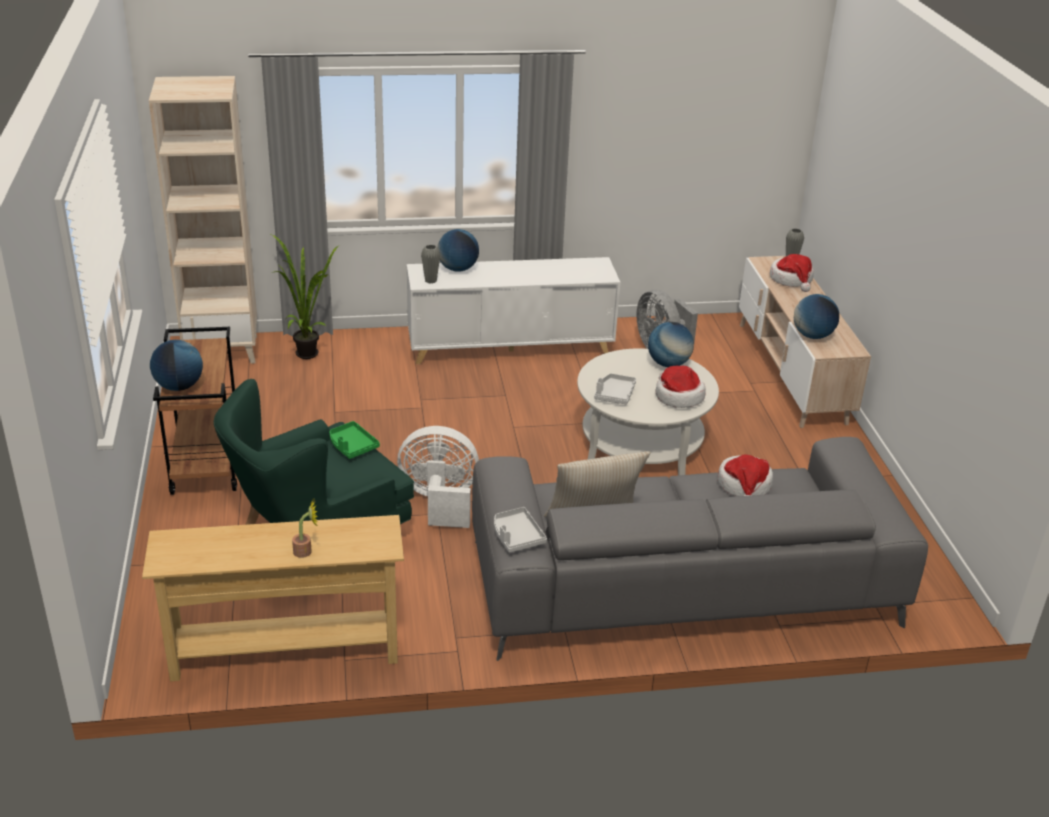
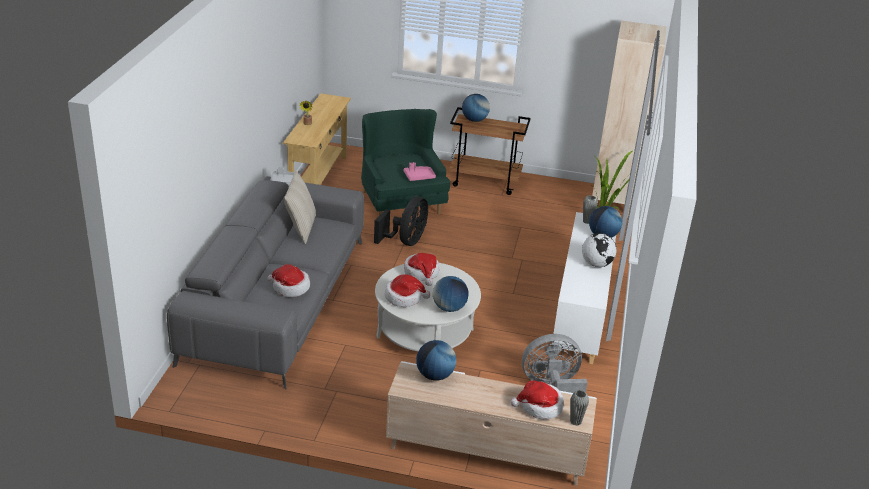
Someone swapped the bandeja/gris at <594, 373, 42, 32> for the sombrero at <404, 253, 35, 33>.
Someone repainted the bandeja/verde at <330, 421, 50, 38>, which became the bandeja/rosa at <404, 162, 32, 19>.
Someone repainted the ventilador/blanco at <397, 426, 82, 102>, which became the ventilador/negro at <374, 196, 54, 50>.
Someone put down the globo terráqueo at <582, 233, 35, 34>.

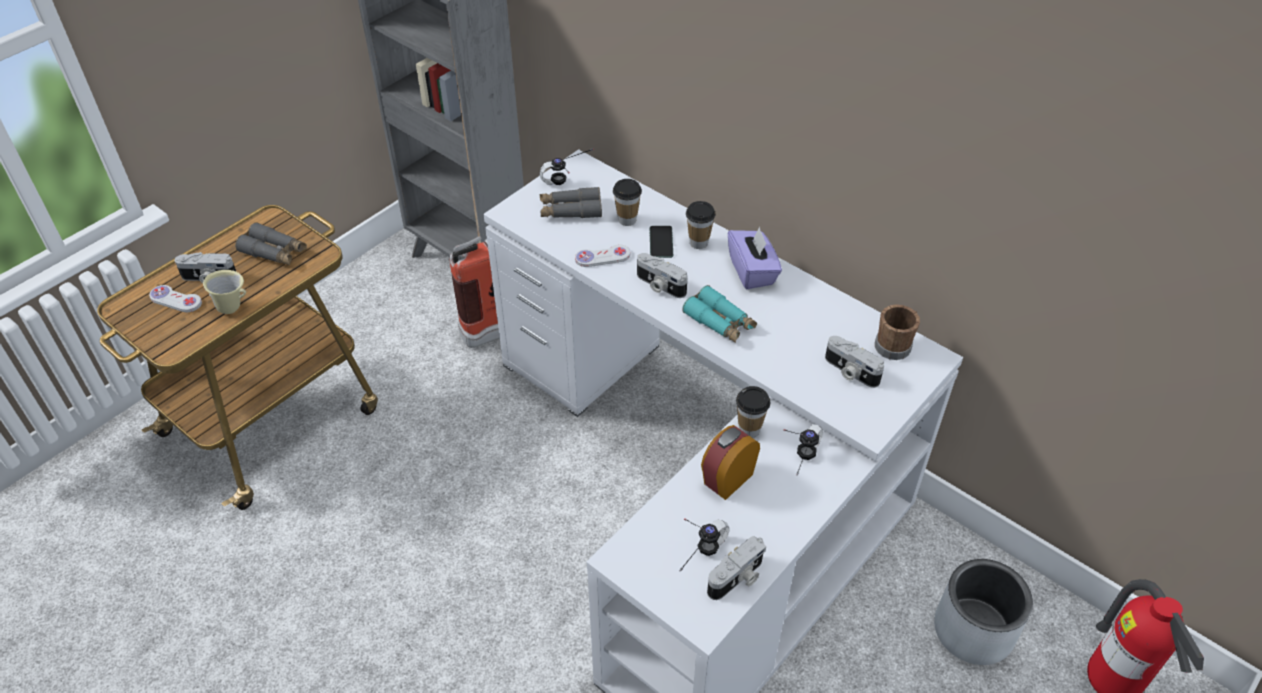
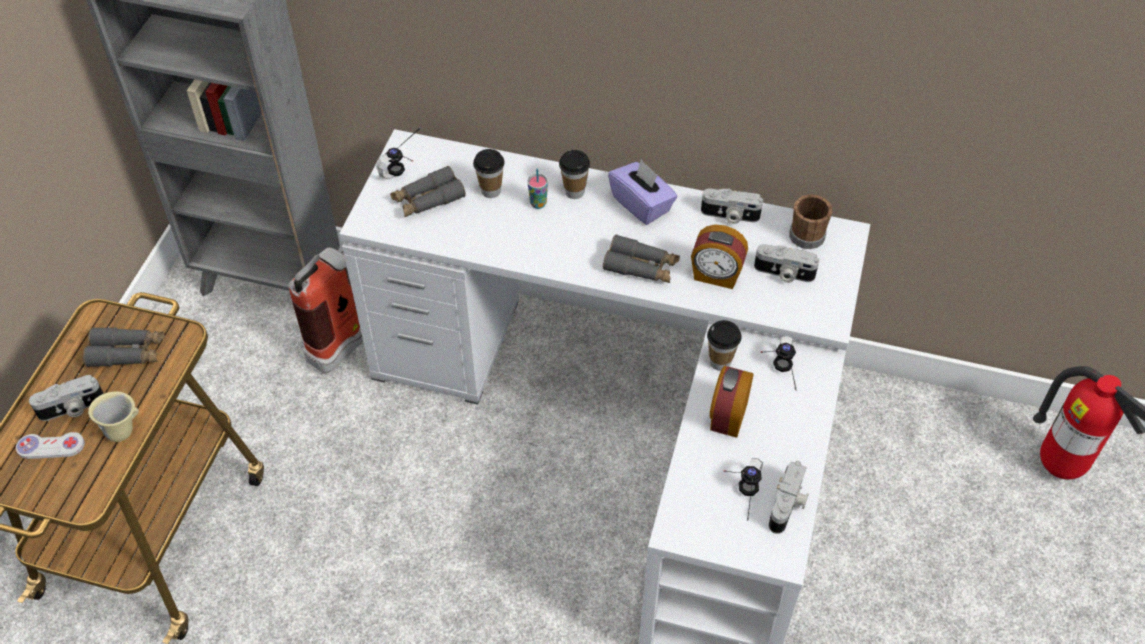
Someone swapped the móvil at <649, 226, 24, 32> for the taza at <527, 169, 21, 40>.
Someone took away the mando de consola/blanco at <575, 245, 55, 22>.
Someone carried the cámara from <637, 253, 51, 45> to <701, 188, 62, 36>.
Someone repainted the prismáticos/turquesa at <682, 285, 75, 58>, which became the prismáticos/gris at <603, 234, 77, 49>.
Someone took away the maceta/gris at <934, 559, 99, 106>.
Someone put down the despertador at <691, 225, 57, 64>.

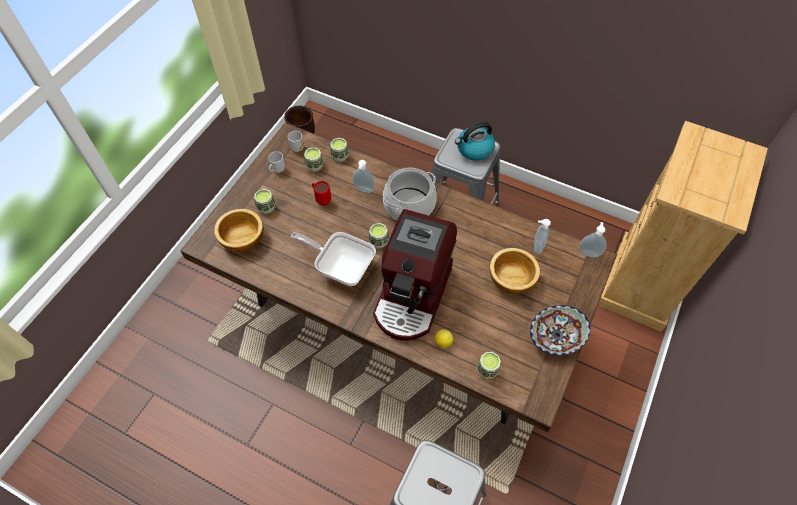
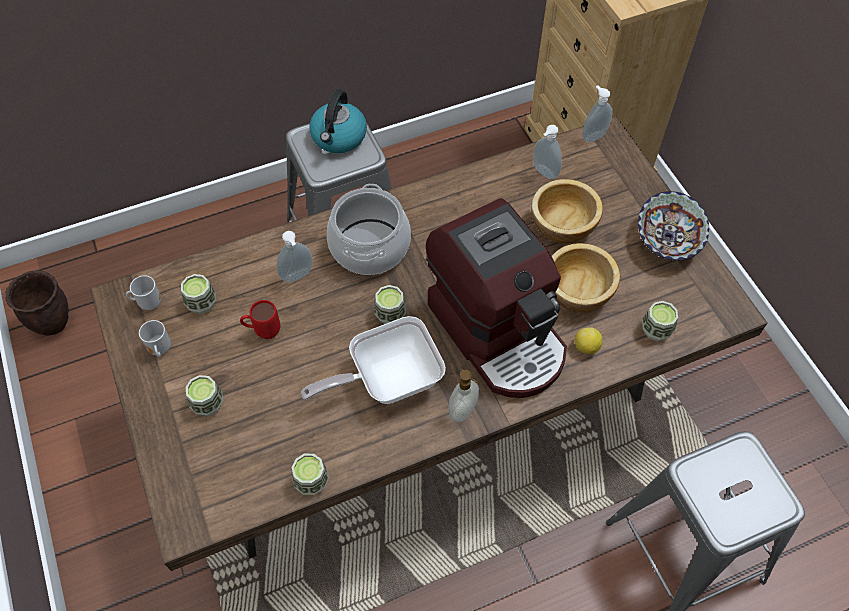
Someone carried the taza from <331, 138, 18, 24> to <292, 454, 37, 41>.
Someone carried the cuenco from <214, 209, 49, 44> to <551, 243, 69, 69>.
Someone put down the dispensador de jabón at <448, 370, 32, 52>.

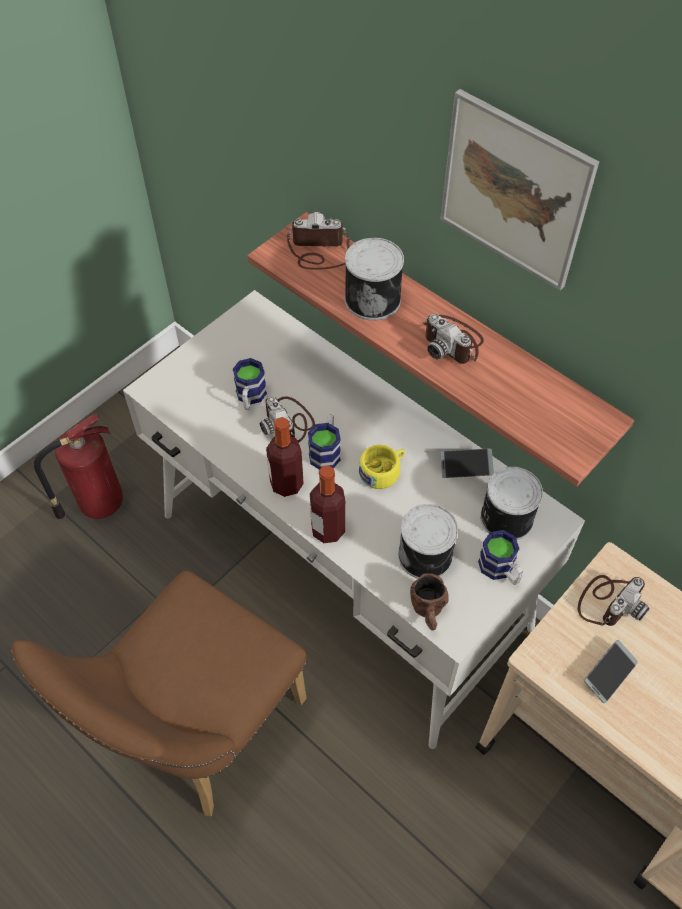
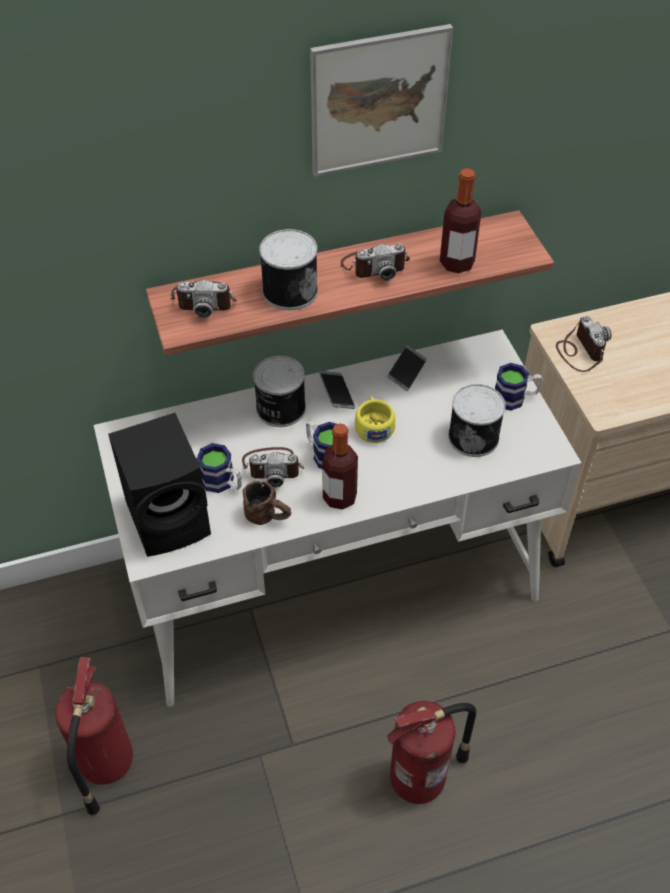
Someone rotated the cámara at <287, 211, 63, 59> by 120 degrees counterclockwise.
Someone carried the botella from <310, 465, 35, 78> to <440, 168, 41, 106>.
Someone carried the lata from <480, 467, 63, 73> to <253, 356, 53, 71>.
Someone swapped the silla/marrón at <11, 571, 295, 245> for the extintor at <387, 701, 89, 103>.
Someone carried the taza grande/marrón from <410, 573, 39, 57> to <243, 481, 48, 44>.
Someone carried the móvil from <584, 640, 54, 63> to <319, 371, 36, 38>.
Someone put down the altavoz/negro at <108, 413, 103, 144>.

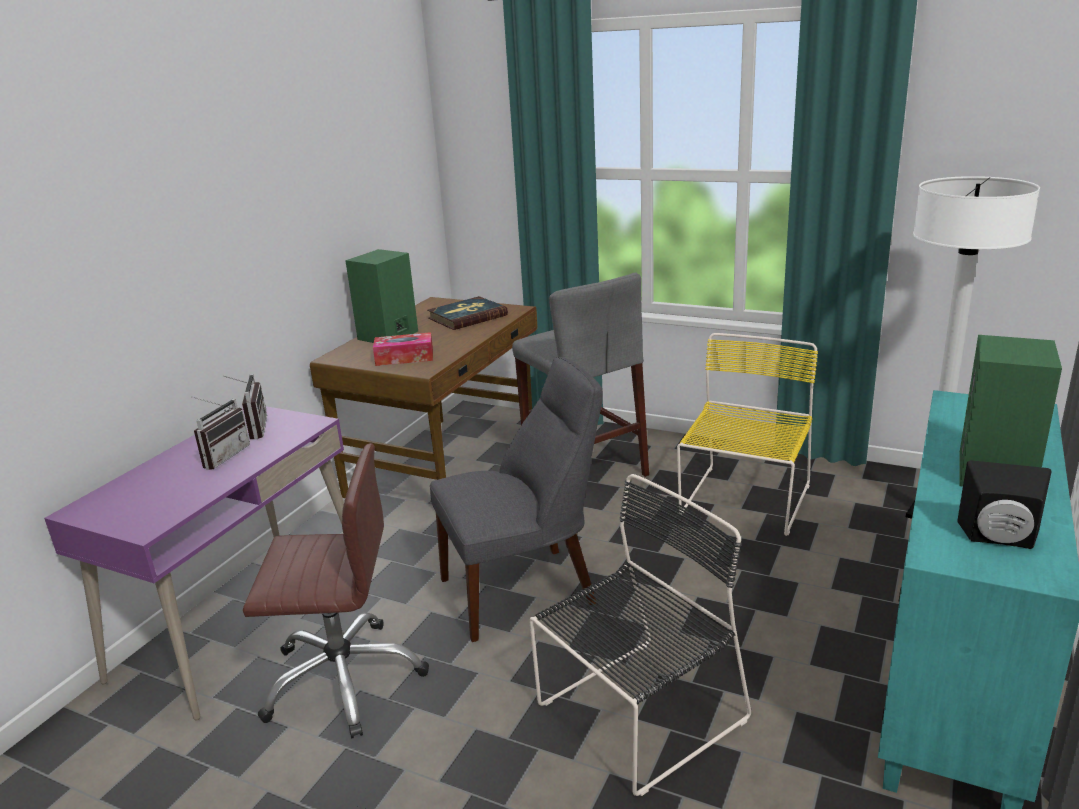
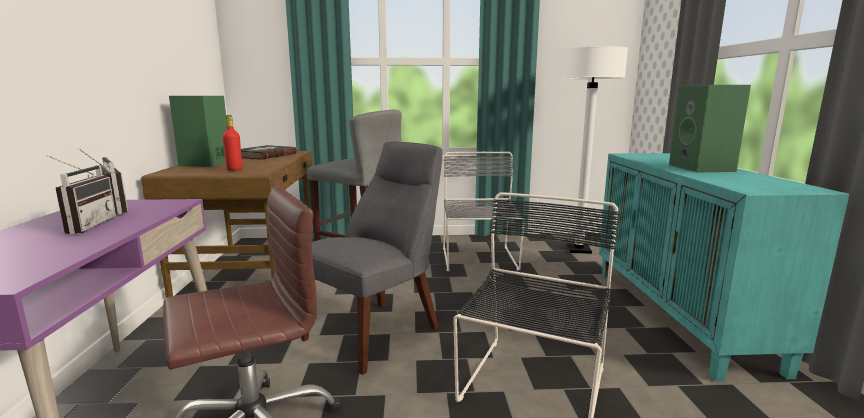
Someone swapped the caja de pañuelos at <373, 332, 60, 34> for the botella/rojo at <222, 115, 20, 56>.
Someone repainted the silla/amarillo at <677, 333, 141, 203>, which became the silla/gris at <443, 152, 81, 119>.
Someone took away the altavoz/negro at <957, 460, 95, 89>.

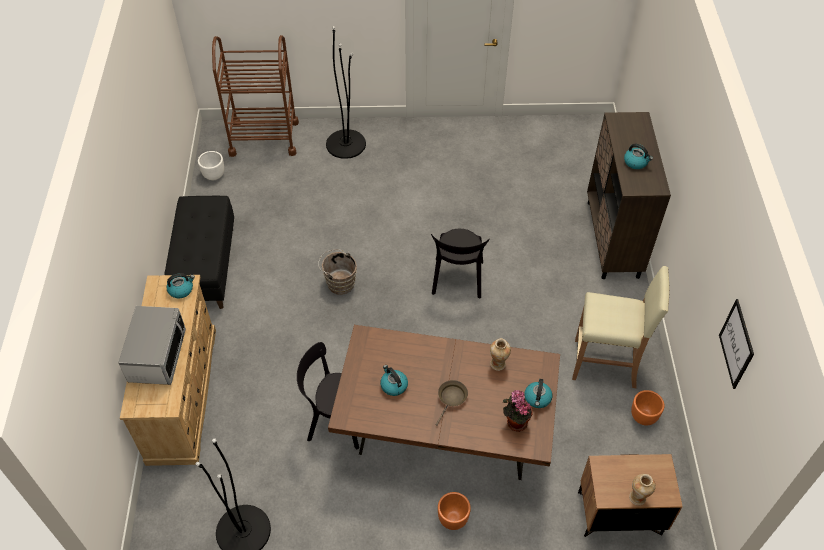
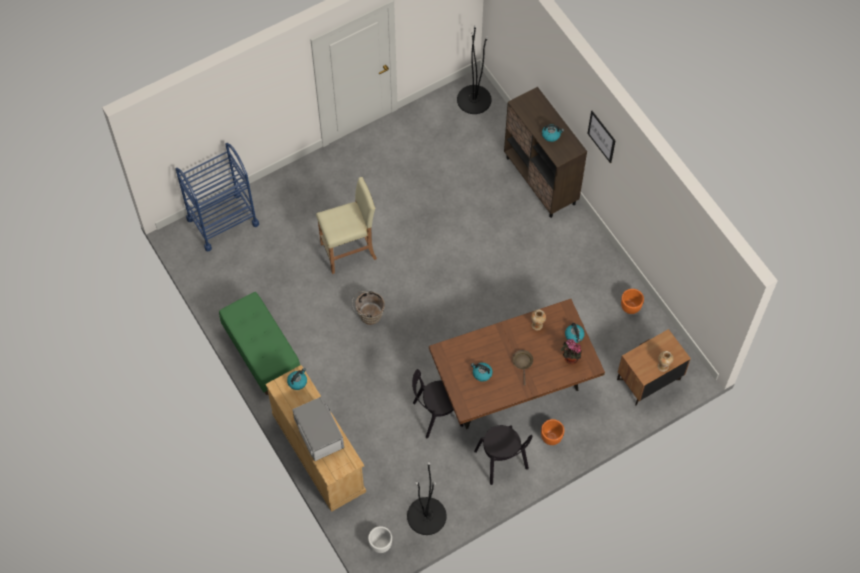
Someone carried the lámpara de pie/negro from <326, 26, 40, 133> to <457, 25, 34, 89>.
Someone repainted the carrito/marrón at <212, 35, 87, 122>, which became the carrito/azul at <176, 143, 83, 109>.
Someone carried the maceta/blanco from <198, 151, 26, 29> to <368, 526, 24, 27>.
Someone repainted the banco/negro at <164, 196, 70, 113>, which became the banco/verde at <219, 292, 81, 103>.
Someone carried the silla/negro from <431, 229, 59, 69> to <474, 425, 58, 60>.
Someone carried the taburete/beis from <572, 266, 97, 122> to <316, 177, 61, 97>.
Someone carried the cuadro from <719, 299, 35, 90> to <587, 111, 29, 52>.

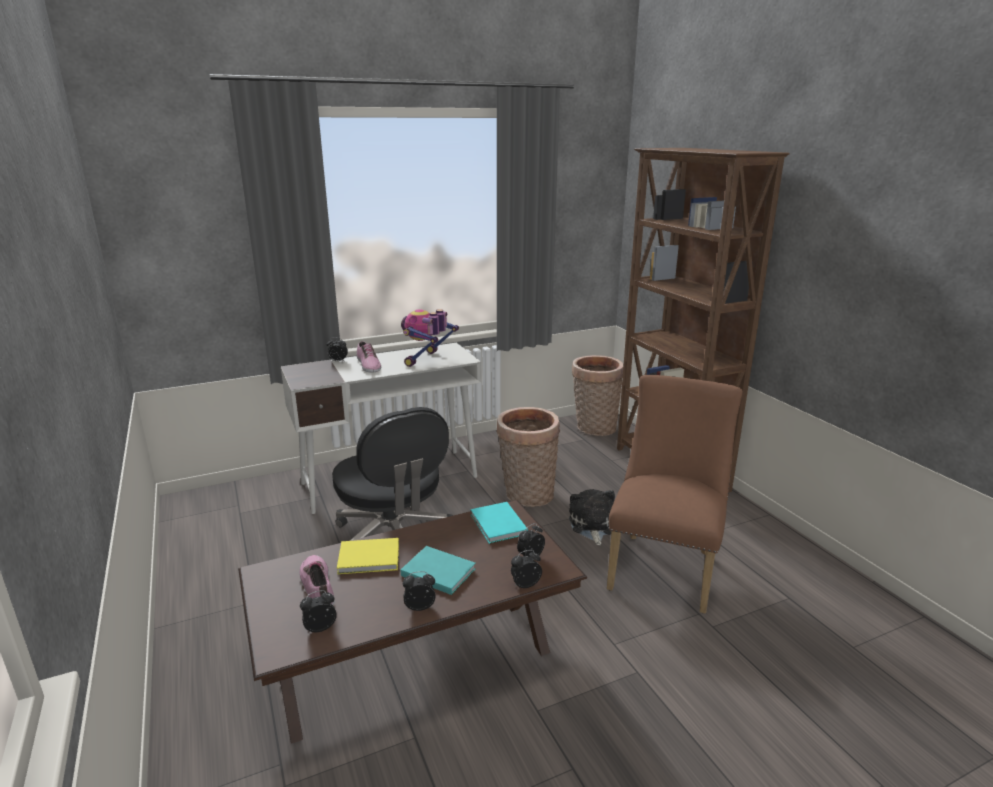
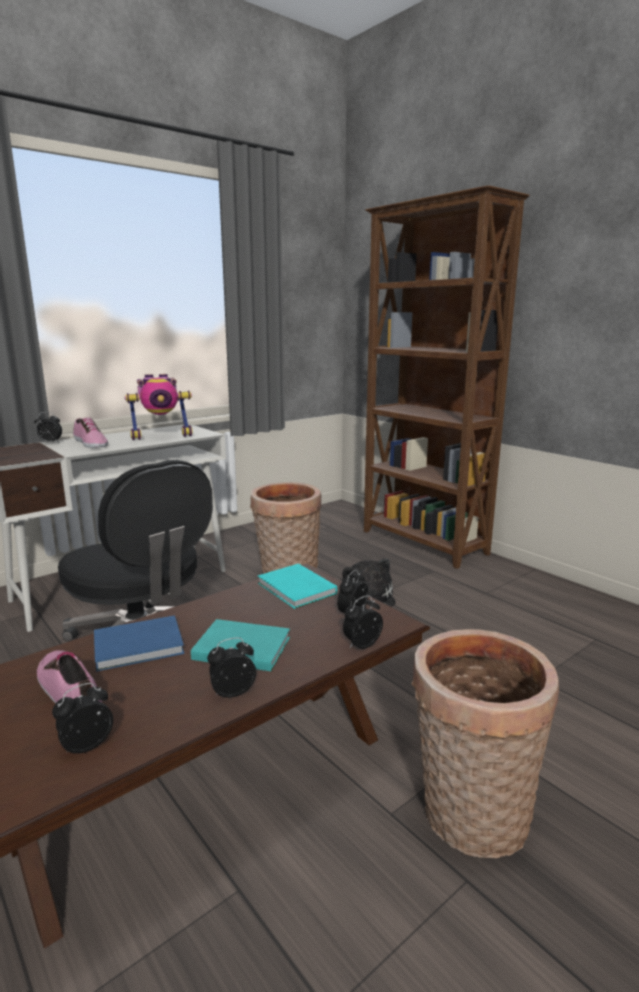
Someone rotated the robot de juguete at <401, 309, 58, 58> by 120 degrees counterclockwise.
Someone carried the cesta from <572, 355, 51, 81> to <411, 629, 148, 229>.
Someone took away the silla/marrón at <607, 375, 136, 239>.
Someone repainted the libro/amarillo at <337, 538, 62, 36>, which became the libro/azul at <94, 615, 90, 56>.

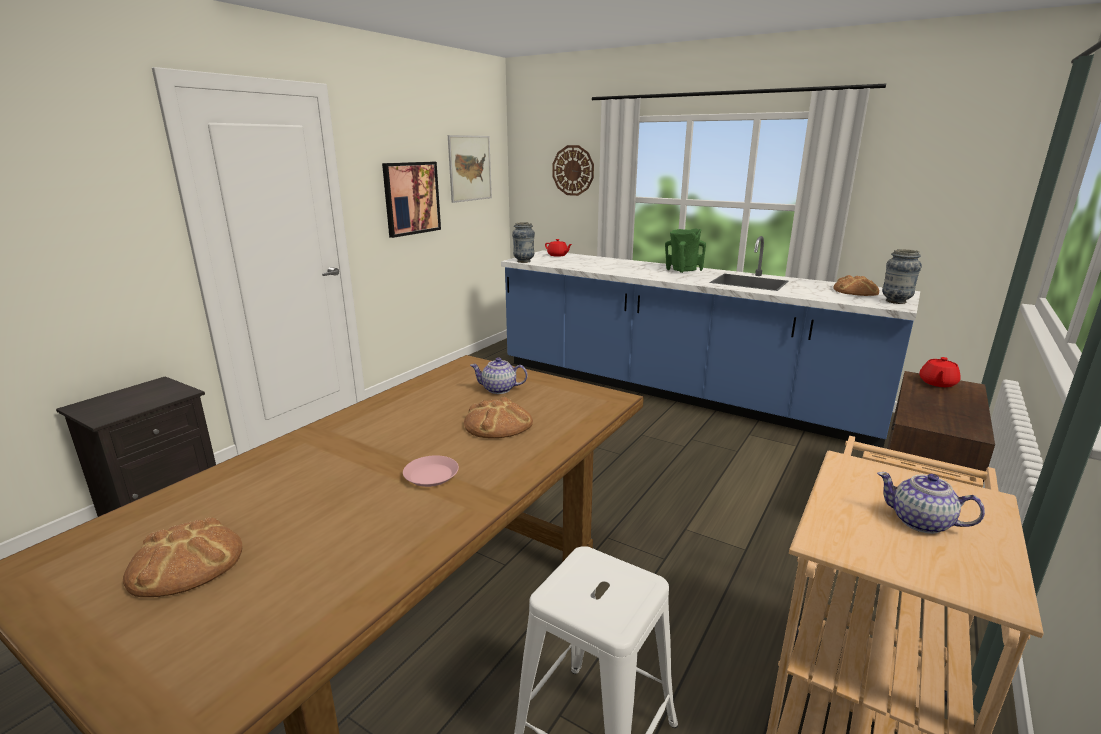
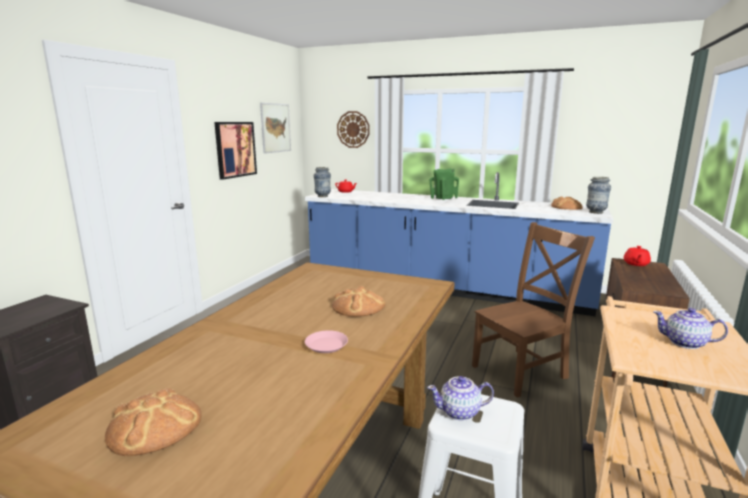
Someone carried the tetera from <470, 358, 57, 36> to <427, 376, 67, 45>.
Someone put down the silla/marrón at <472, 222, 123, 176>.

